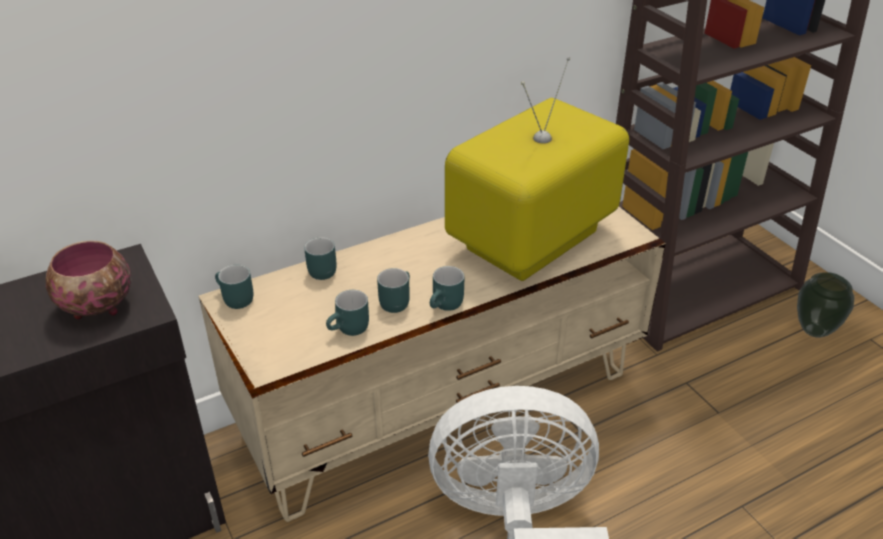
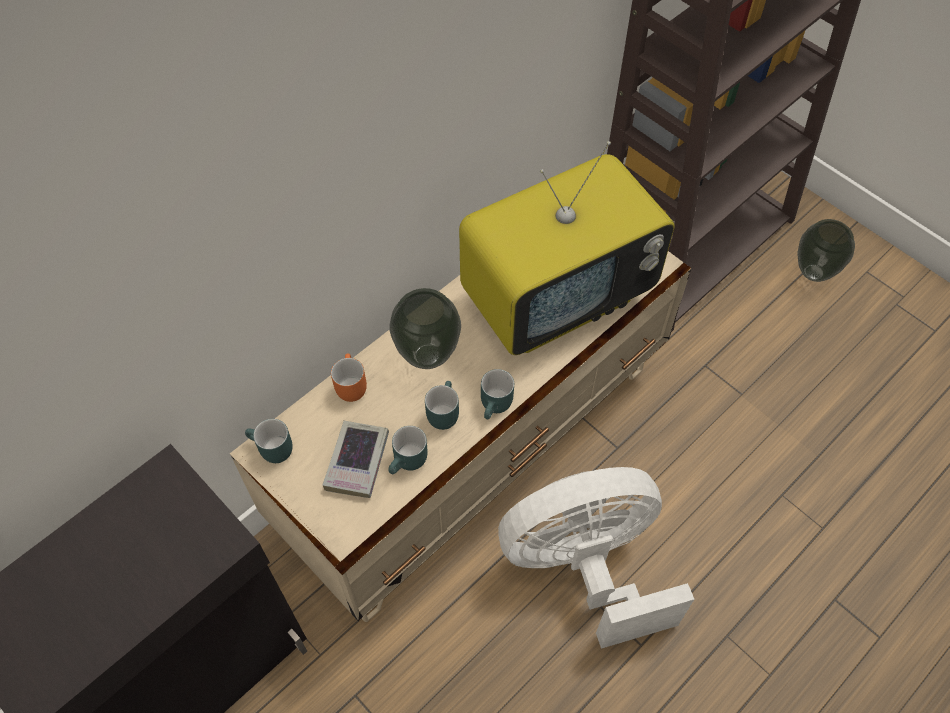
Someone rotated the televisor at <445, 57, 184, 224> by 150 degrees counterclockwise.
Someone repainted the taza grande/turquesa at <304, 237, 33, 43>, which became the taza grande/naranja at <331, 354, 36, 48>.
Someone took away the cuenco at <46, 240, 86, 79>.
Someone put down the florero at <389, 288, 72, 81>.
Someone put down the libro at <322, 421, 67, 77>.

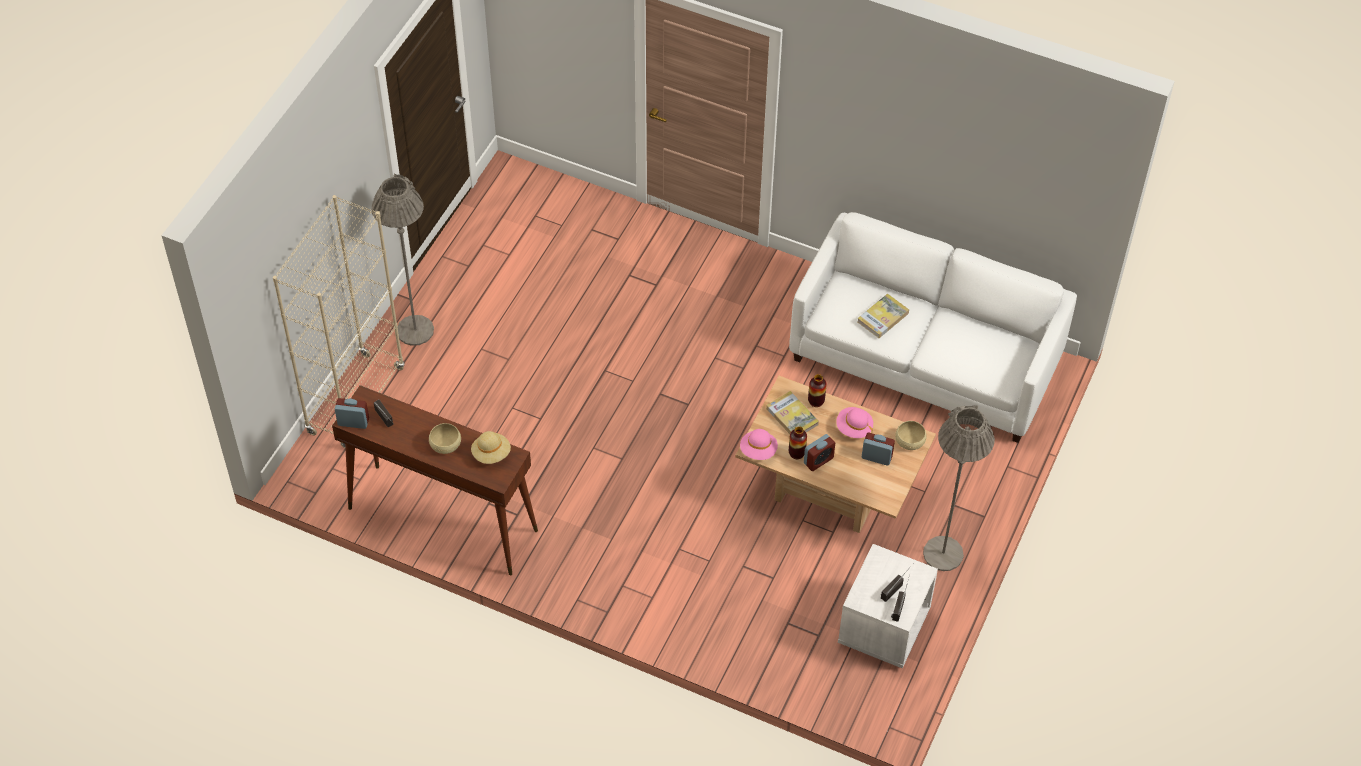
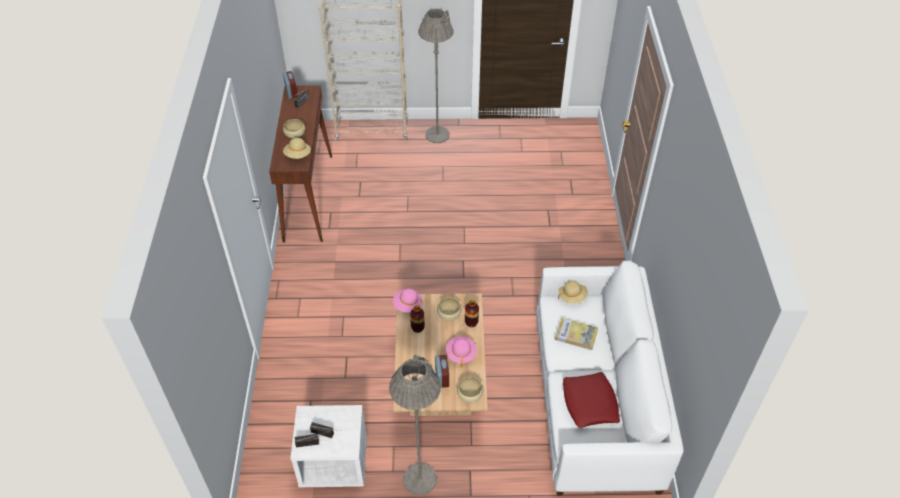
Someone swapped the libro at <766, 391, 53, 43> for the cuenco/beis at <437, 298, 25, 23>.
Someone took away the despertador at <804, 434, 31, 37>.
Someone put down the sombrero/beis at <558, 280, 30, 24>.
Someone put down the cojín/rojo at <563, 372, 57, 56>.

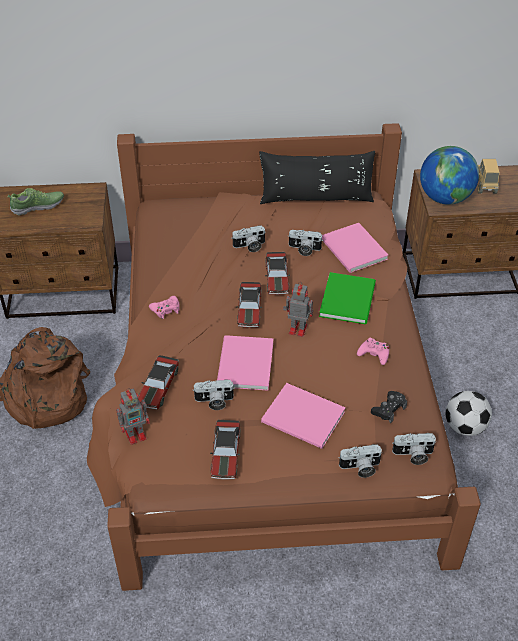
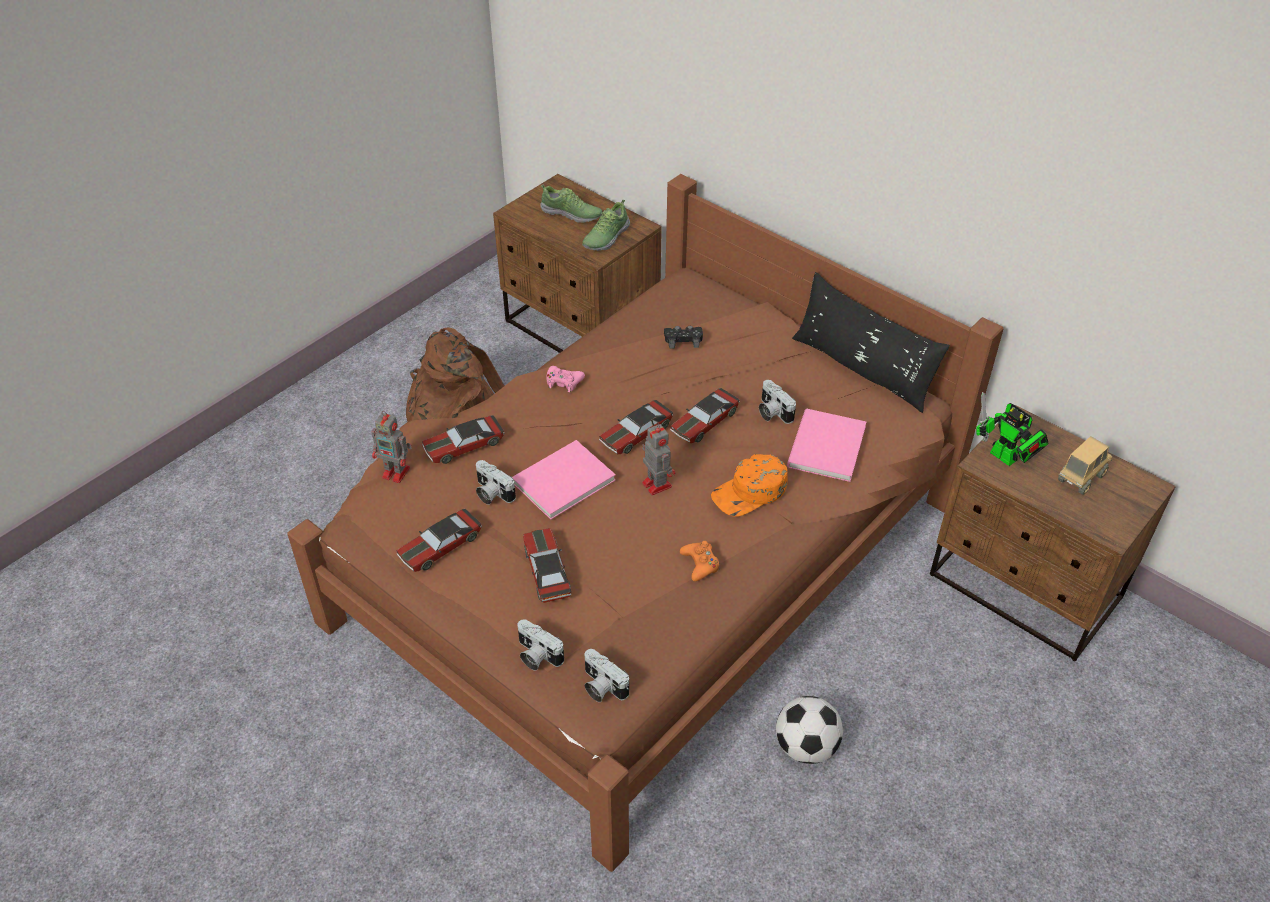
Someone swapped the globo terráqueo at <420, 146, 59, 59> for the robot de juguete at <976, 392, 73, 74>.
Someone took away the cámara at <232, 225, 34, 27>.
Someone swapped the libro/verde at <319, 272, 57, 52> for the gorra/naranja at <711, 454, 77, 63>.
Someone repainted the mando de consola/rosa at <357, 338, 32, 27>, which became the mando de consola/naranja at <680, 541, 39, 40>.
Someone swapped the libro/rosa at <261, 383, 85, 66> for the coche de juguete at <524, 528, 47, 75>.
Someone carried the mando de consola/negro from <371, 391, 36, 32> to <664, 326, 39, 23>.
Someone put down the zapato at <582, 199, 48, 52>.

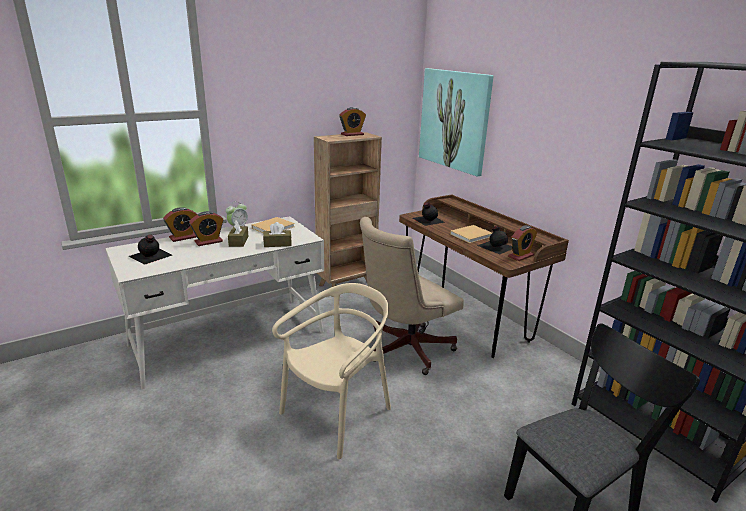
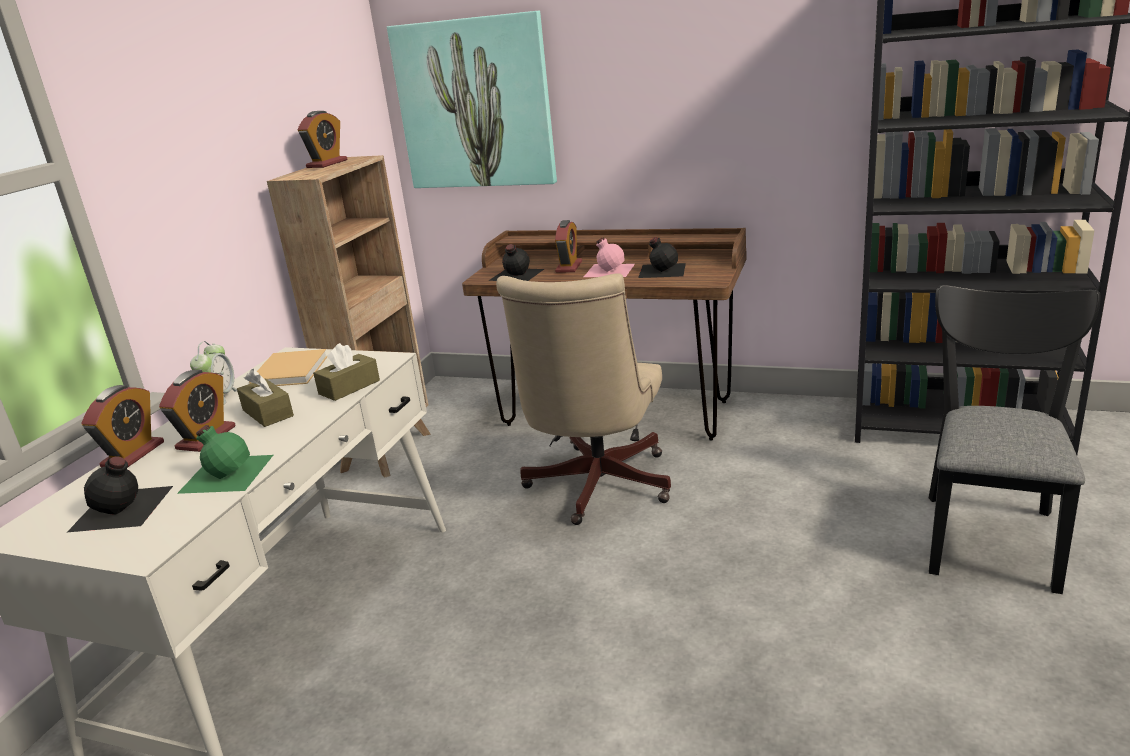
Someone swapped the libro/beis at <450, 225, 42, 18> for the botella/rosa at <584, 237, 51, 40>.
Someone carried the despertador from <508, 225, 29, 36> to <555, 220, 27, 53>.
Someone took away the silla/beis at <272, 283, 119, 176>.
Someone put down the botella/verde at <177, 425, 96, 69>.

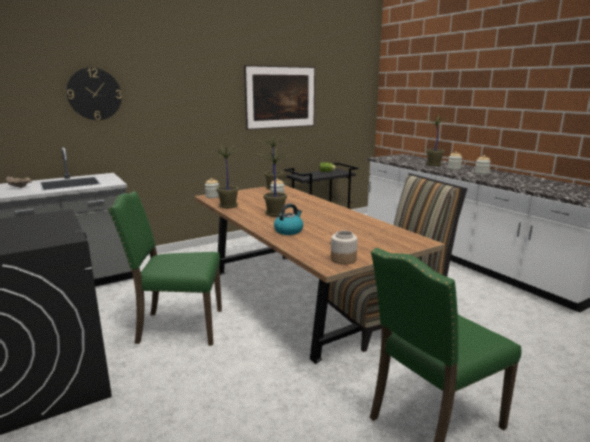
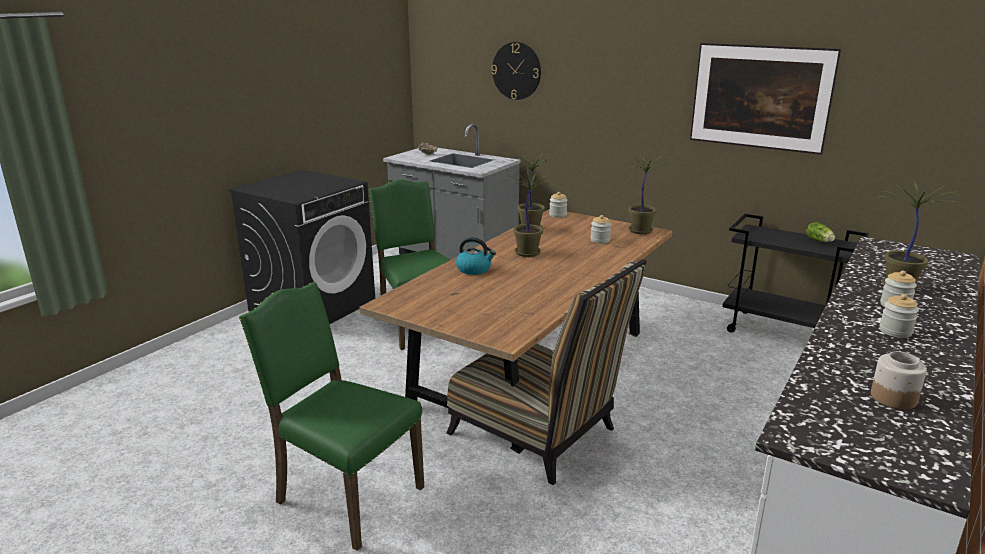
Someone carried the tarro from <331, 231, 27, 34> to <871, 351, 56, 58>.

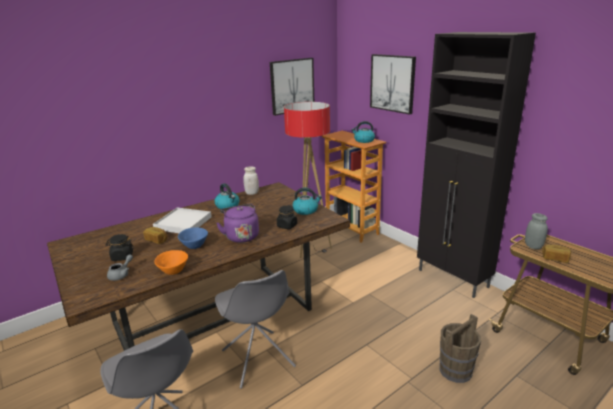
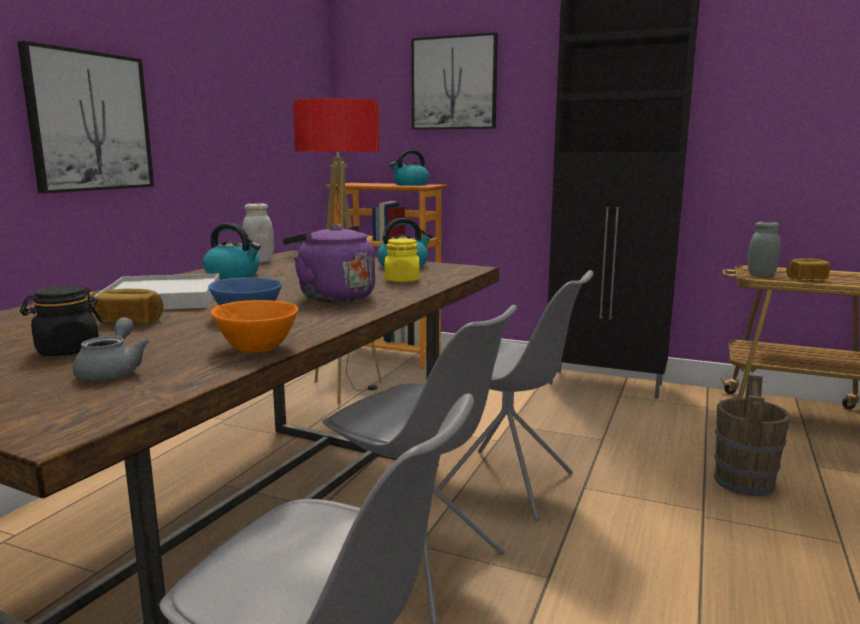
Someone carried the cuadro from <270, 58, 44, 58> to <17, 41, 137, 153>.
Someone repainted the tarro/negro at <277, 205, 20, 24>, which became the tarro/amarillo at <384, 238, 36, 45>.
Someone put down the silla/gris at <437, 270, 157, 251>.

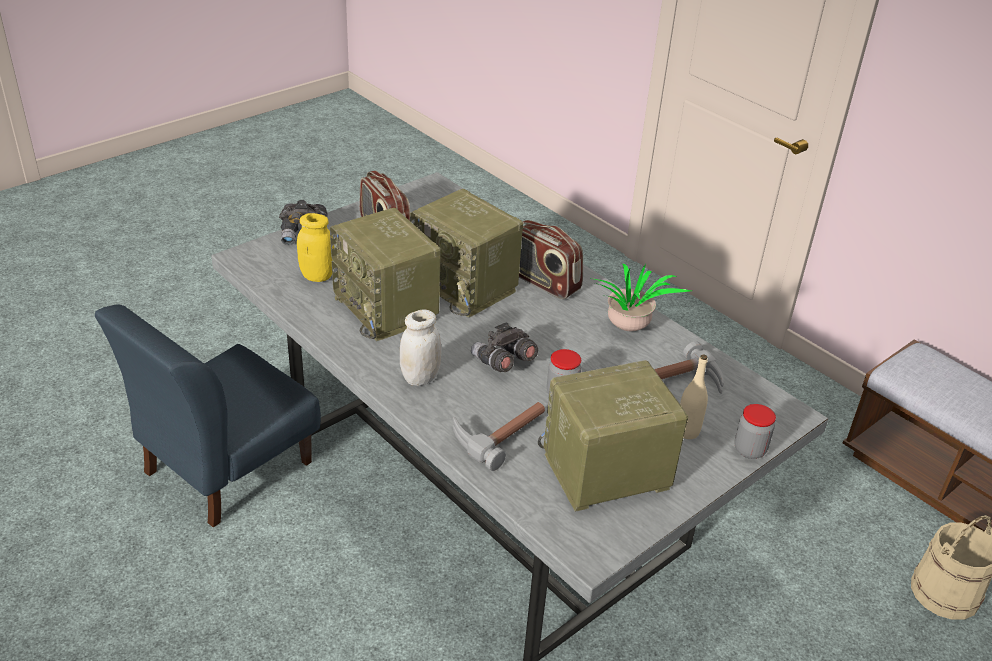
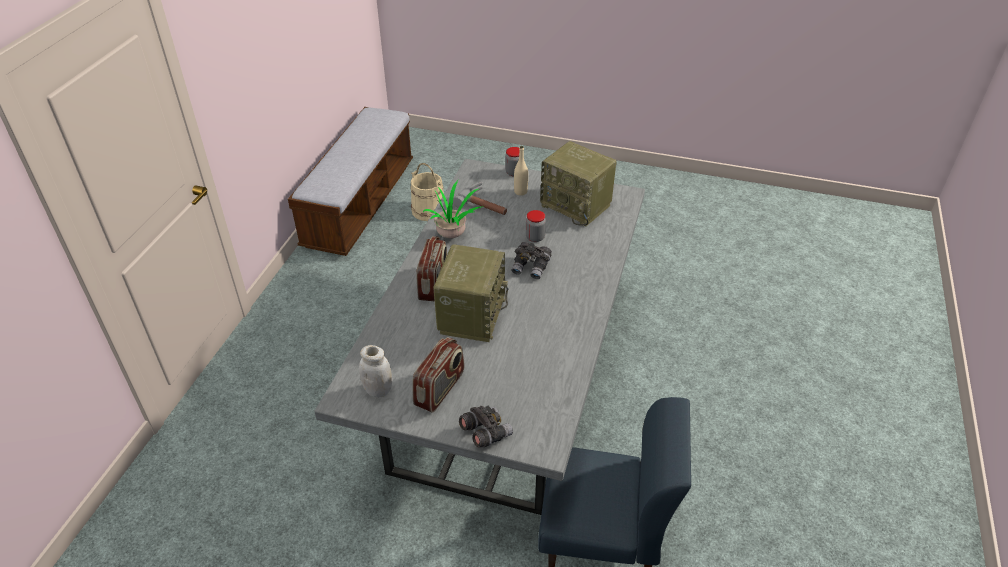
Someone took away the radio at <330, 208, 111, 134>.
Someone took away the tarro/amarillo at <297, 213, 37, 69>.
Someone carried the tarro/blanco from <400, 309, 41, 77> to <359, 345, 33, 53>.
Someone took away the martillo at <453, 402, 92, 69>.

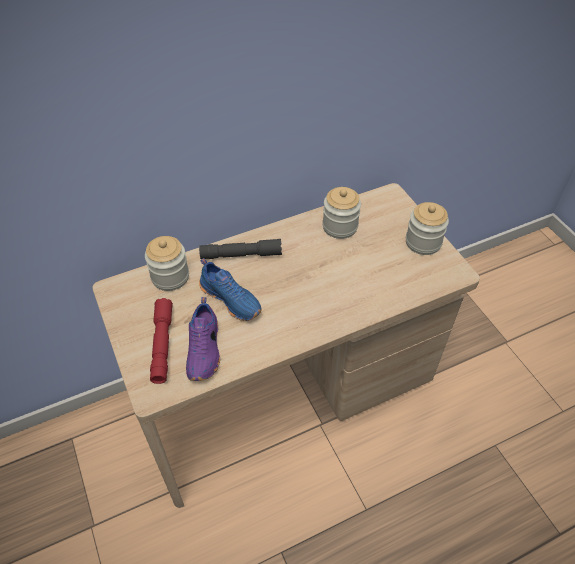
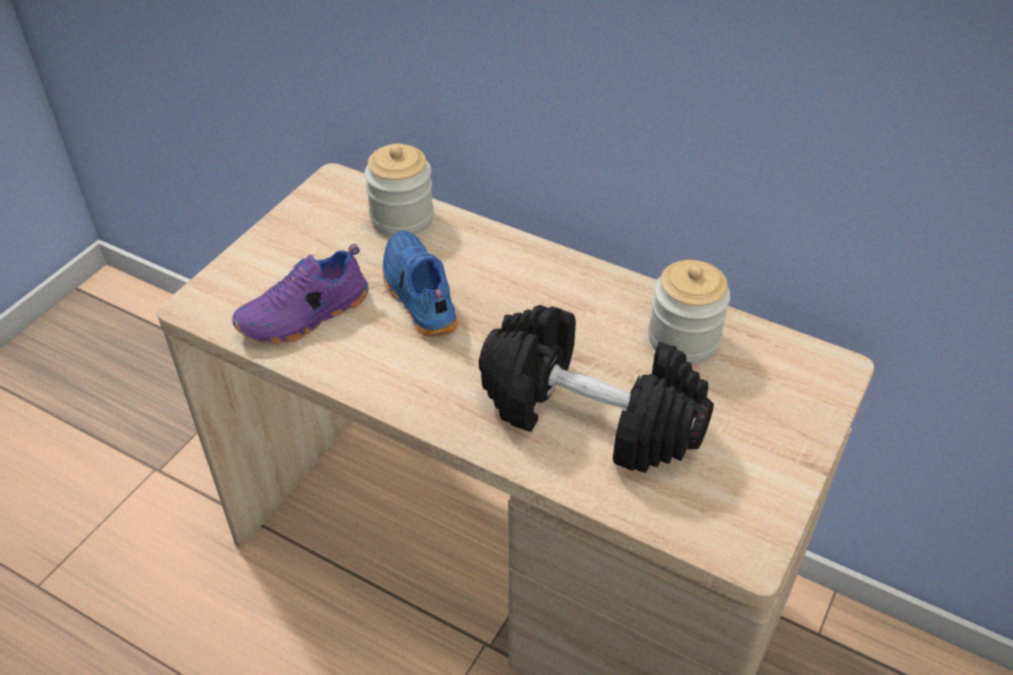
Someone took away the tarro at <406, 202, 43, 53>.
Someone took away the linterna/gris at <199, 239, 83, 20>.
Someone rotated the zapato/azul at <199, 258, 63, 63> by 150 degrees clockwise.
Someone took away the linterna/rojo at <150, 298, 23, 86>.
Someone put down the mancuerna/negro at <479, 305, 235, 168>.

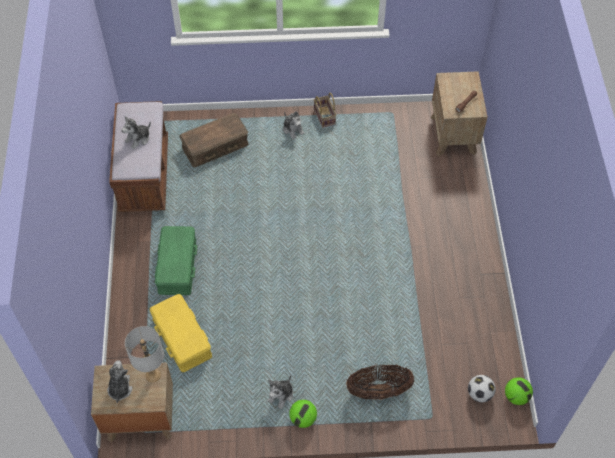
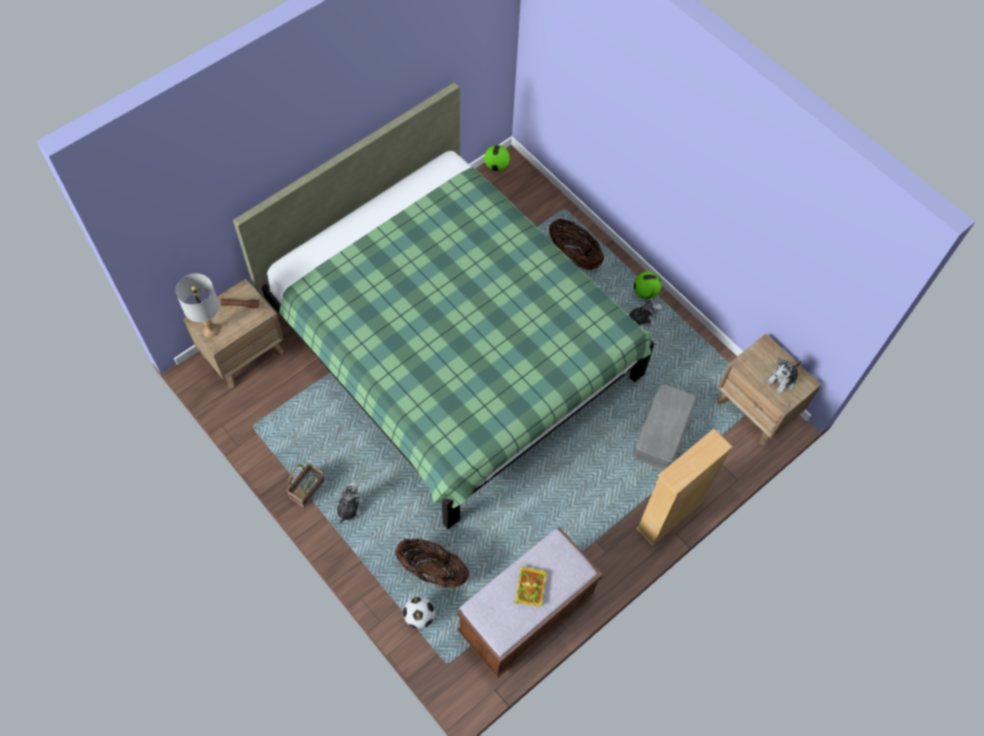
Someone swapped the caja de almacenaje/marrón at <180, 113, 69, 54> for the cesta at <395, 539, 74, 48>.
Someone swapped the peluche at <121, 116, 30, 33> for the libro at <514, 566, 32, 41>.
Someone took away the caja de almacenaje/verde at <155, 226, 43, 69>.
Someone repainted the caja de almacenaje/amarillo at <150, 294, 62, 78>, which became the caja de almacenaje/gris at <633, 384, 64, 86>.
Someone carried the lámpara de mesa/gris from <125, 326, 39, 57> to <176, 273, 43, 65>.
Someone carried the balón de fútbol from <468, 375, 28, 27> to <403, 596, 32, 33>.
Someone put down the cama/verde at <233, 82, 422, 447>.
Someone put down the estantería/beis at <636, 429, 96, 117>.

